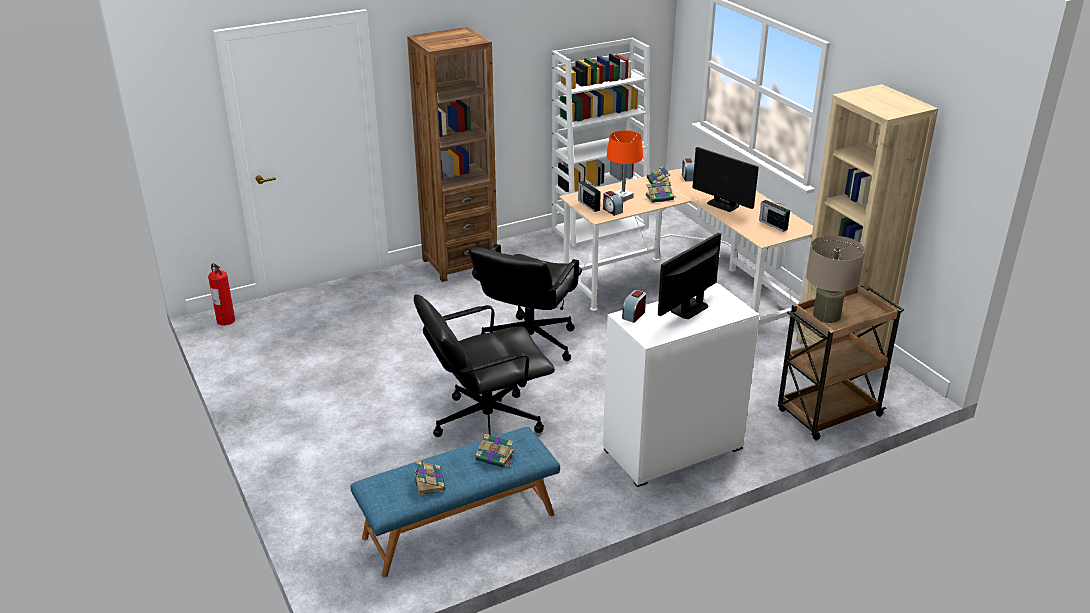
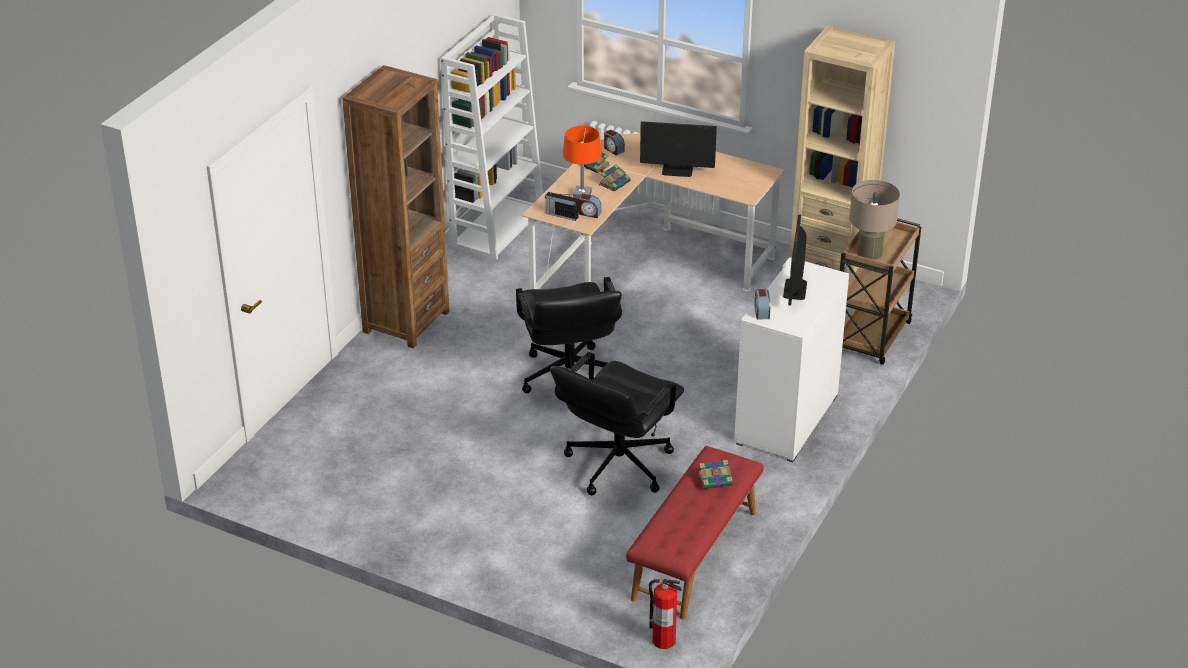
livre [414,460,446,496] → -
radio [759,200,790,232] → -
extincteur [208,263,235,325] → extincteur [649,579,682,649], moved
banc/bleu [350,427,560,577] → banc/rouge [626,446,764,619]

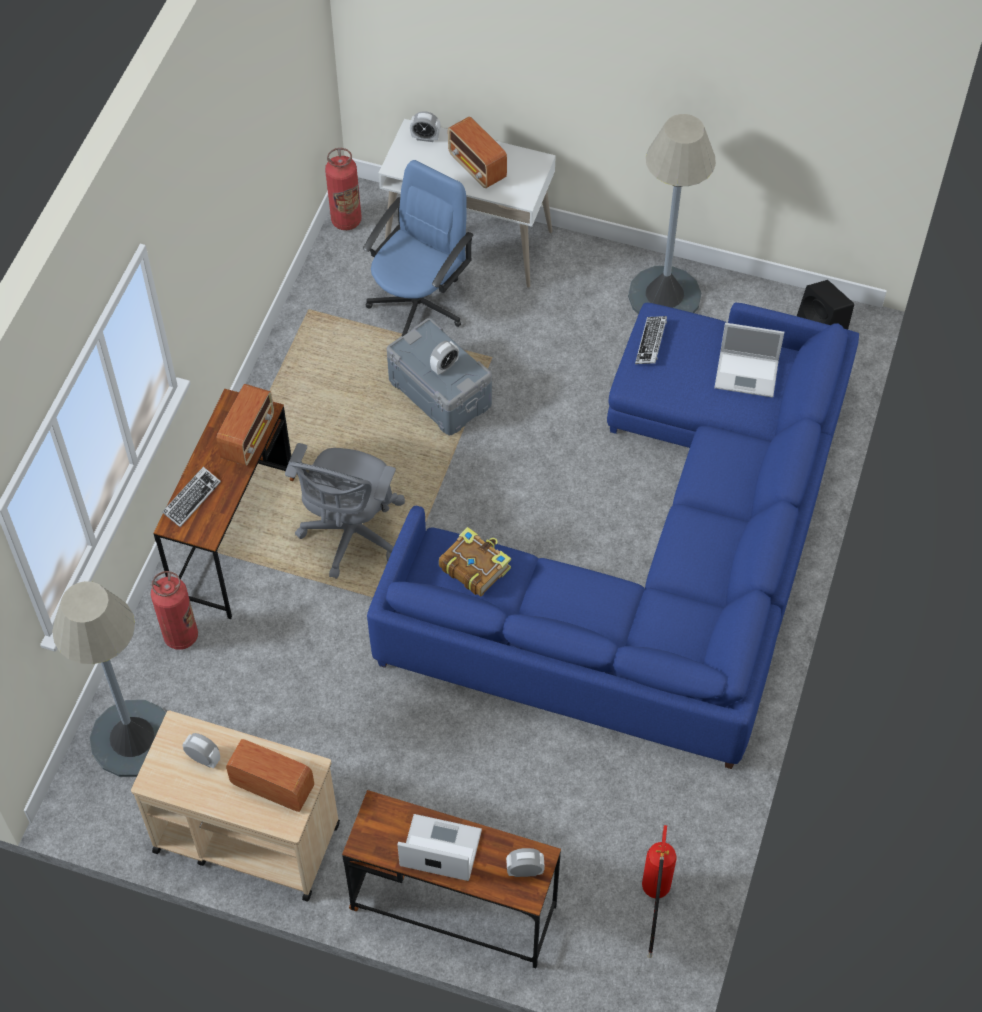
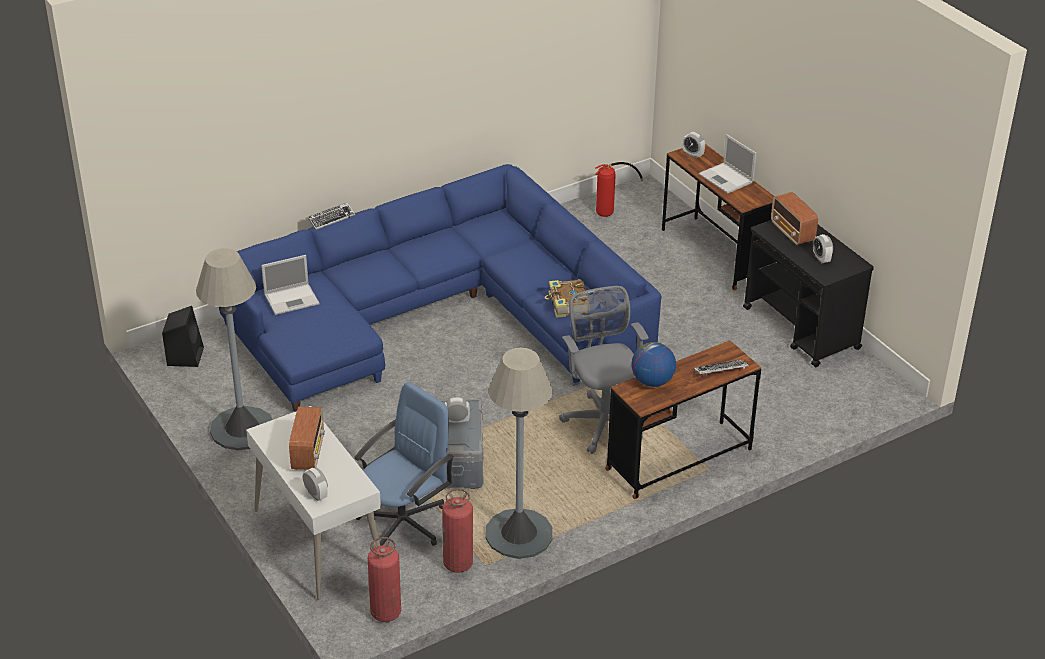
lampadaire/gris [52,581,166,777] → lampadaire/gris [485,348,553,559], moved
extincteur [151,571,198,650] → extincteur [442,489,473,573], moved
clavier [635,316,667,364] → clavier [308,203,355,230], moved
radio [216,384,274,466] → globe [631,342,676,387]
chariot/beige [131,710,340,902] → chariot/noir [743,220,874,367]
chaise de bureau/gris [285,443,405,579] → chaise de bureau/gris [559,286,649,454], 75 degrees counterclockwise
chaise de bureau/bleu [363,160,474,337] → chaise de bureau/bleu [354,382,454,546], 150 degrees clockwise
ordinateur portable [714,323,784,397] → ordinateur portable [261,255,320,315], 105 degrees clockwise

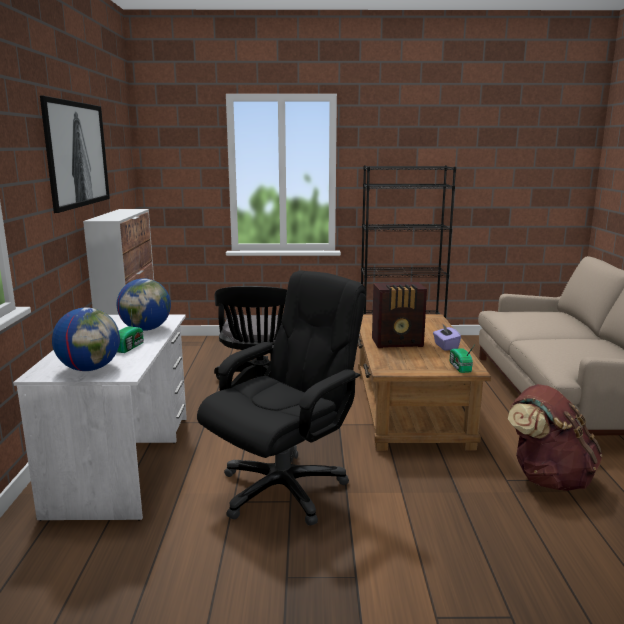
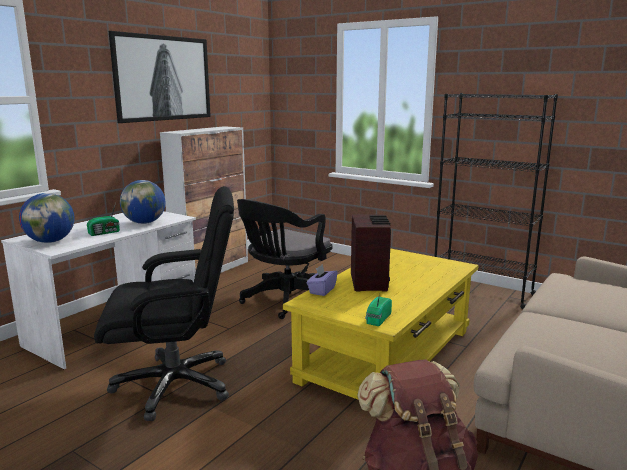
boîte à mouchoirs/violet [433,325,461,351] → boîte à mouchoirs/violet [307,264,338,296], moved
table basse/marron [358,314,491,451] → table basse/jaune [283,248,479,399]
radio [372,282,427,348] → radio [351,214,391,292], 120 degrees counterclockwise

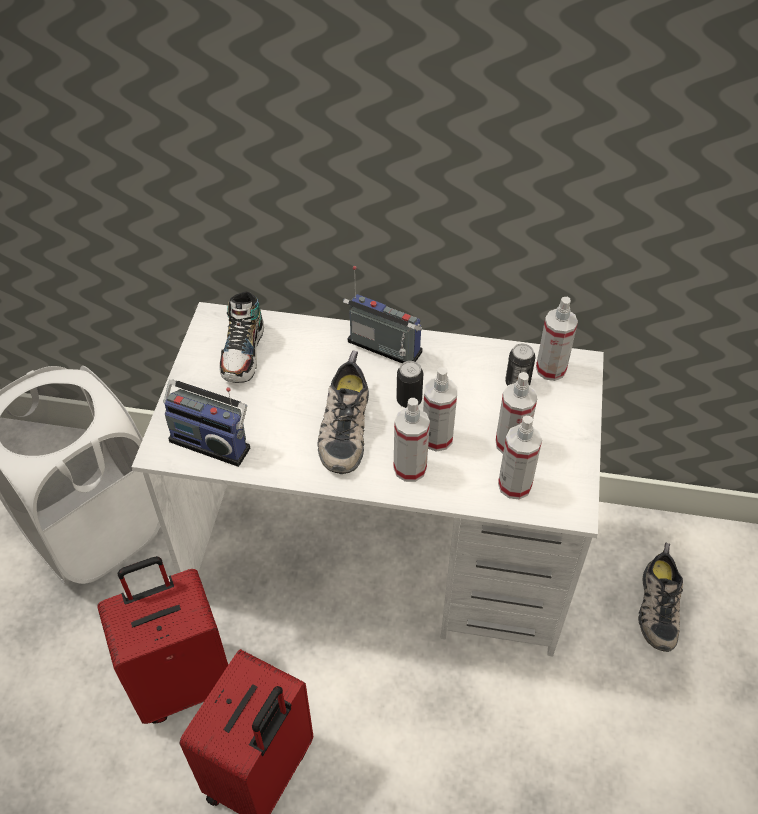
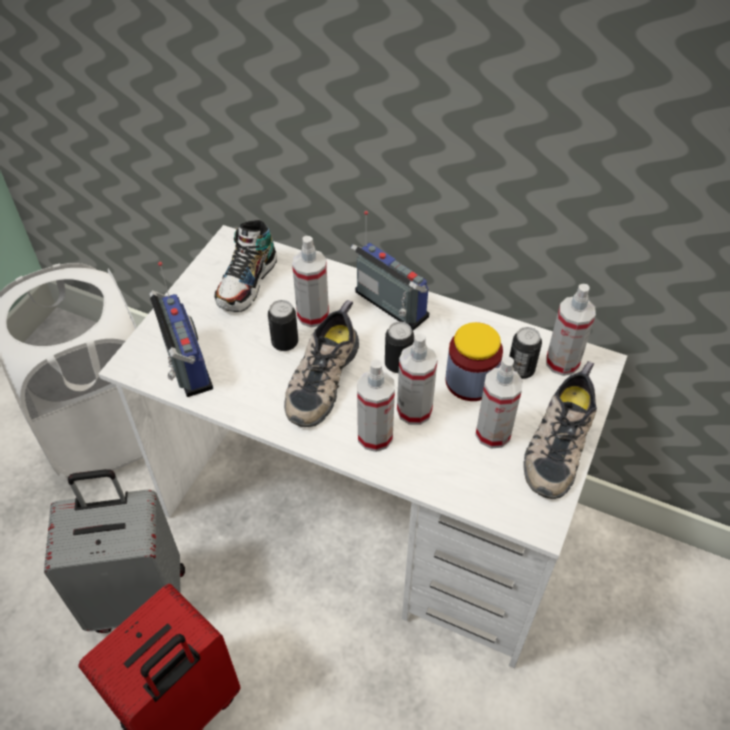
- → boîte métallique [268,300,298,351]
- → bocal [445,322,503,401]
vaporisateur [498,416,542,499] → vaporisateur [292,236,329,327], moved
chaussure [638,543,683,652] → chaussure [523,361,597,499], moved
valise/rouge [97,556,228,724] → valise/gris [44,469,185,633]
radio [163,379,250,467] → radio [149,262,213,397], 150 degrees counterclockwise

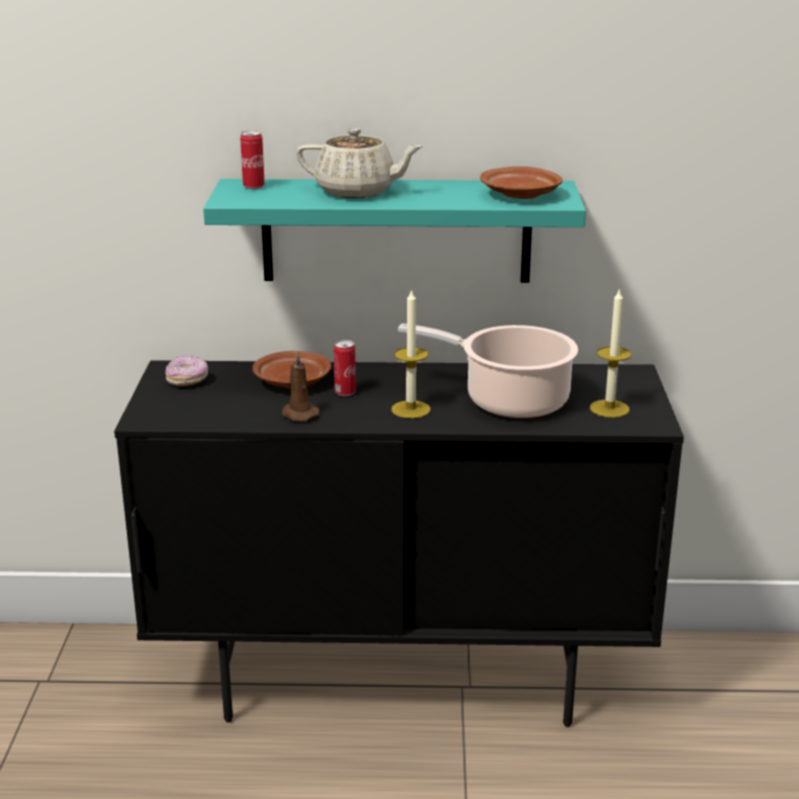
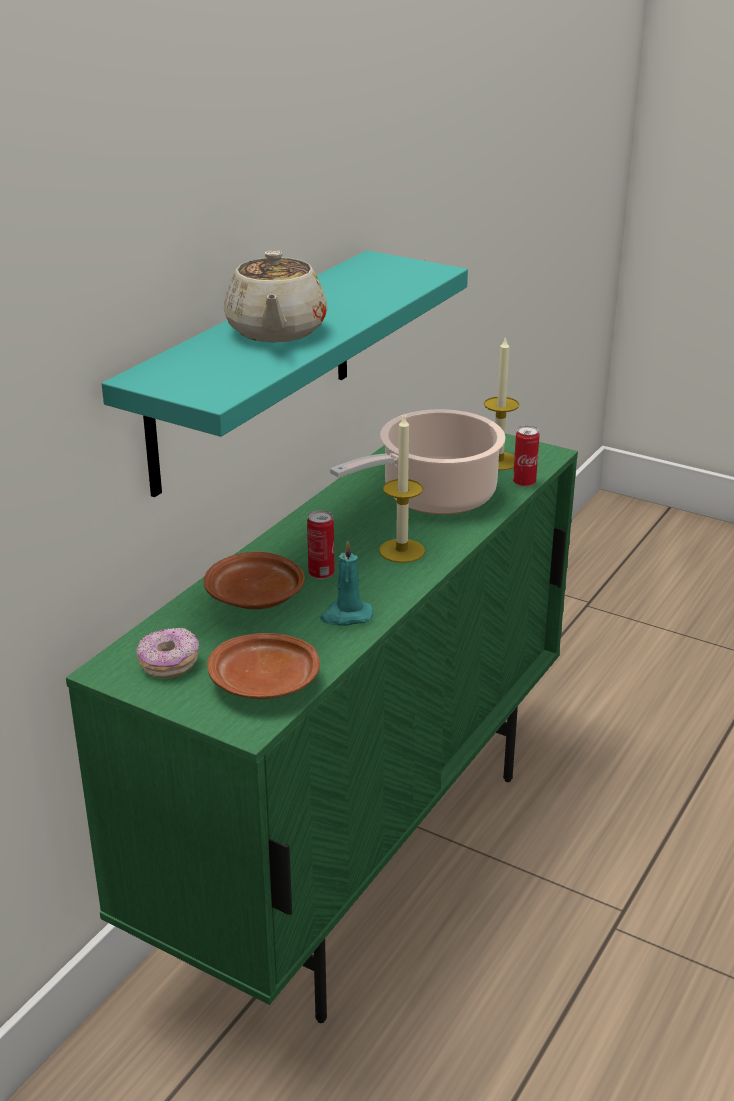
boîte métallique [240,130,265,189] → boîte métallique [513,425,540,487], moved
assiette/marron [480,166,563,199] → assiette/marron [207,633,320,699], moved
meuble de rangement/noir [114,360,684,727] → meuble de rangement/vert [66,433,578,1023]
bougie/marron [281,351,320,422] → bougie/turquoise [320,540,373,626]
théière/beige [296,128,423,198] → théière/beige [224,250,328,342], 135 degrees clockwise

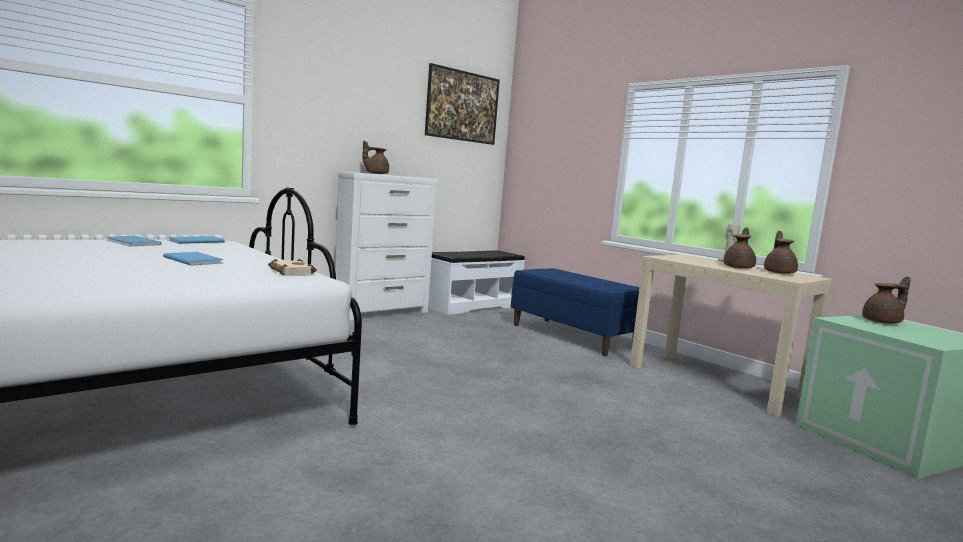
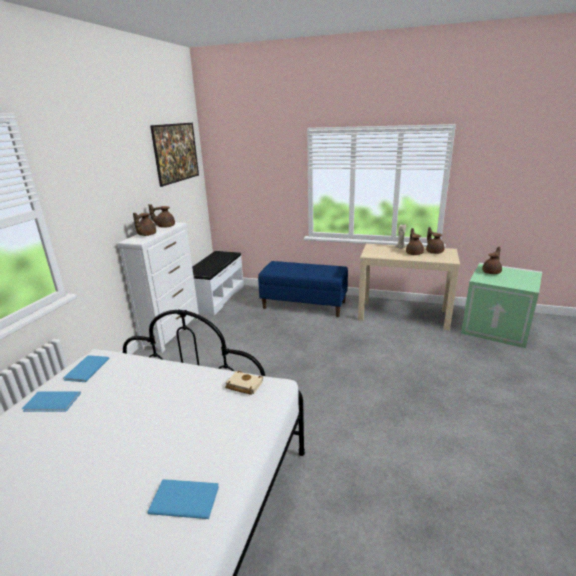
- → théière/marron [148,204,175,228]
livre/bleu [163,252,224,266] → livre/bleu [148,479,219,519], moved

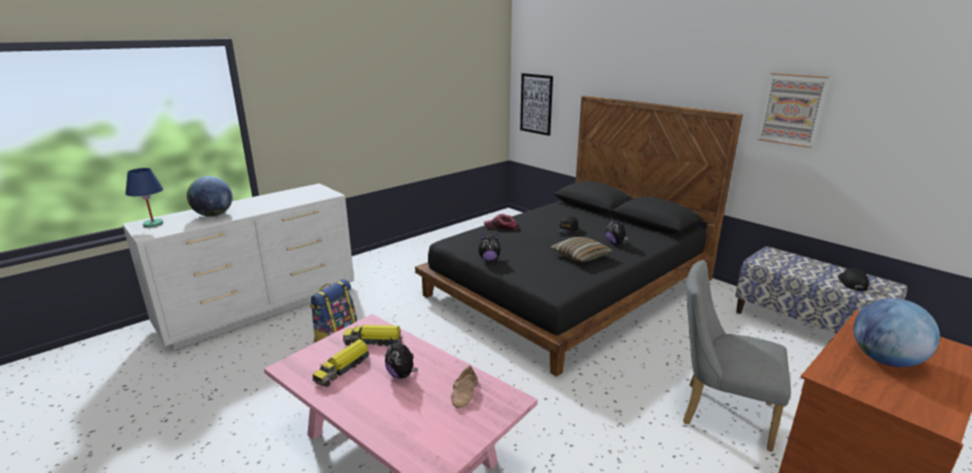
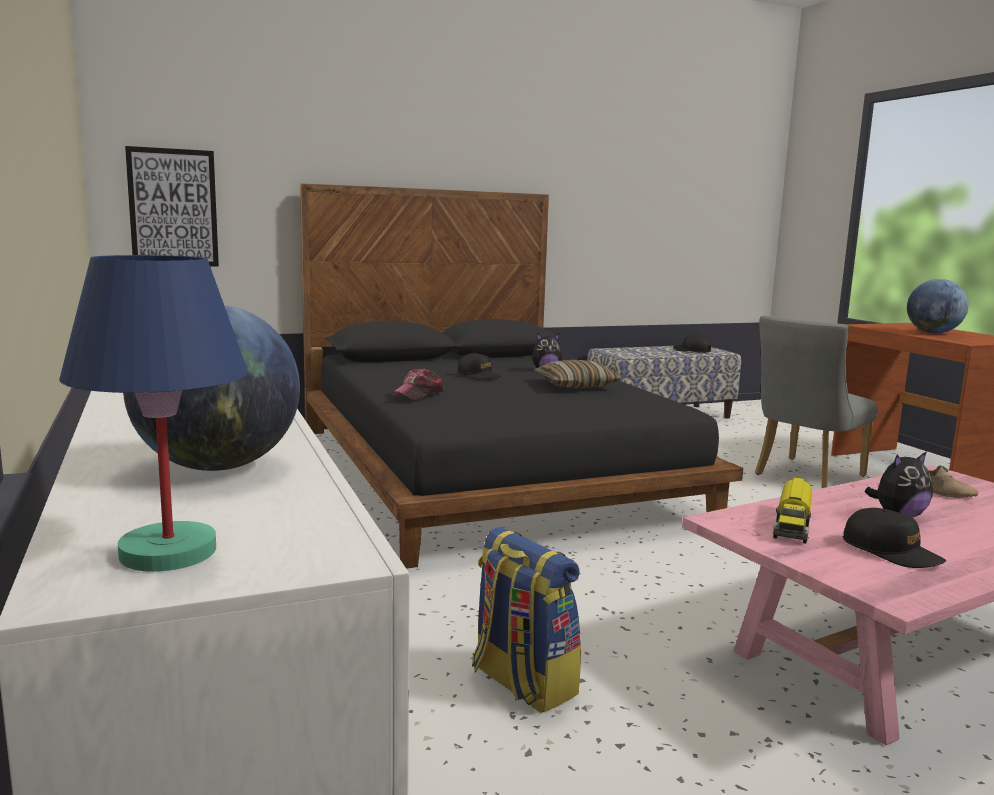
peluche [478,234,502,261] → -
tableau [758,73,829,148] → -
camion jouet [313,339,370,387] → casquette/noir [843,508,946,568]

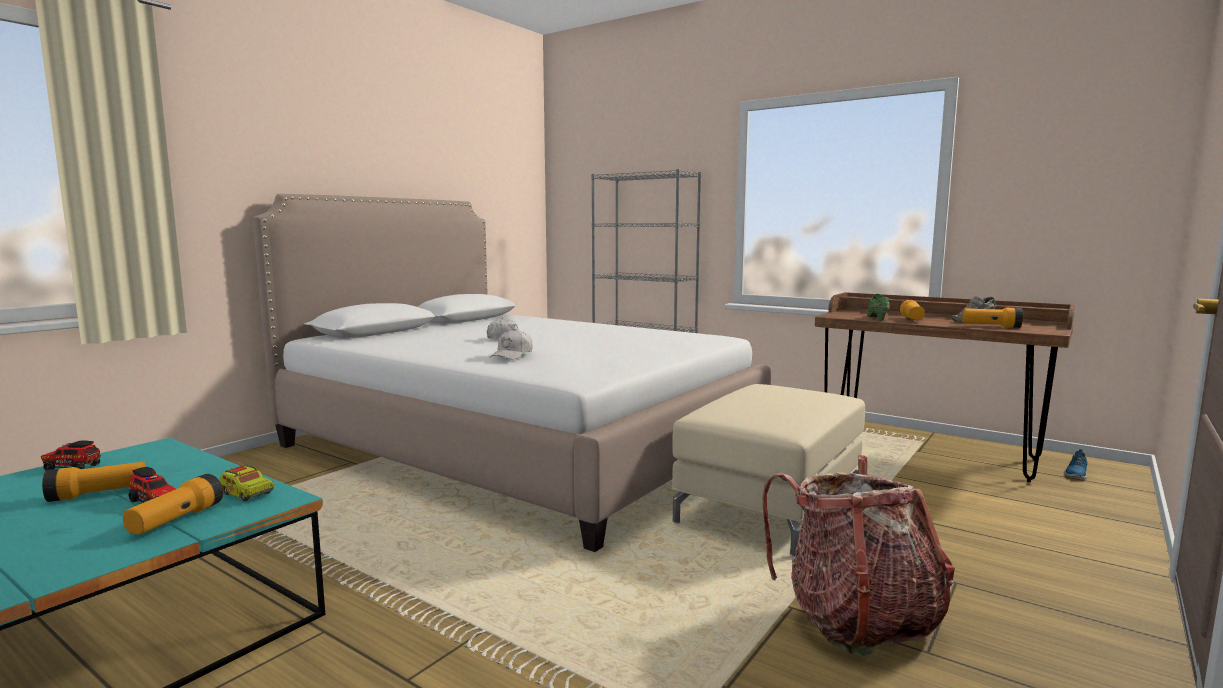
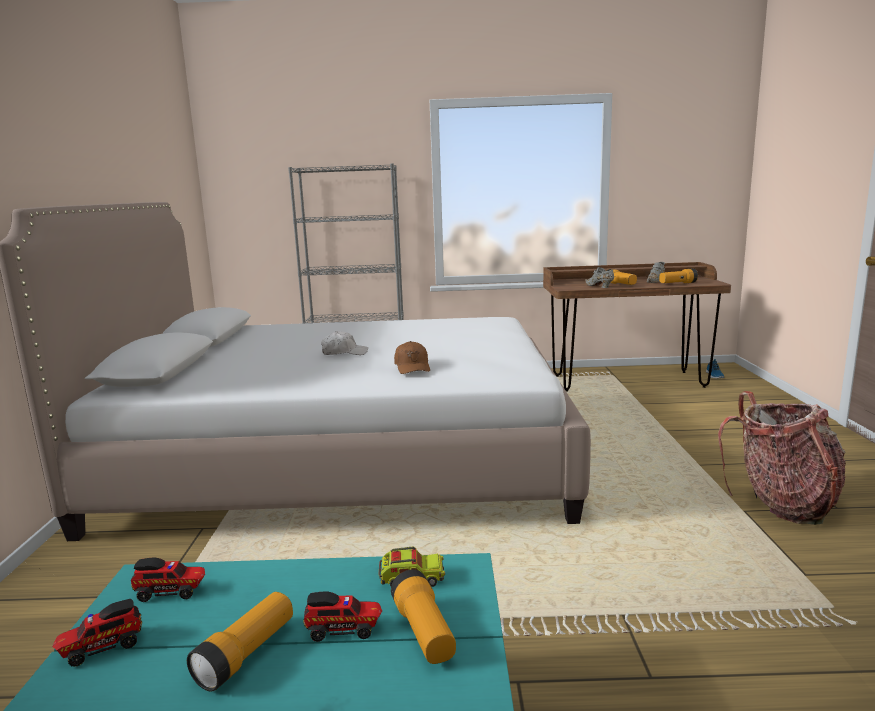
pouf/beige [672,384,865,557] → -
- → camion jouet [131,558,205,602]
casquette/blanc [490,329,533,359] → casquette/marron [394,341,430,374]
chaussure/vert [867,294,890,320] → chaussure/gris [585,267,614,288]

